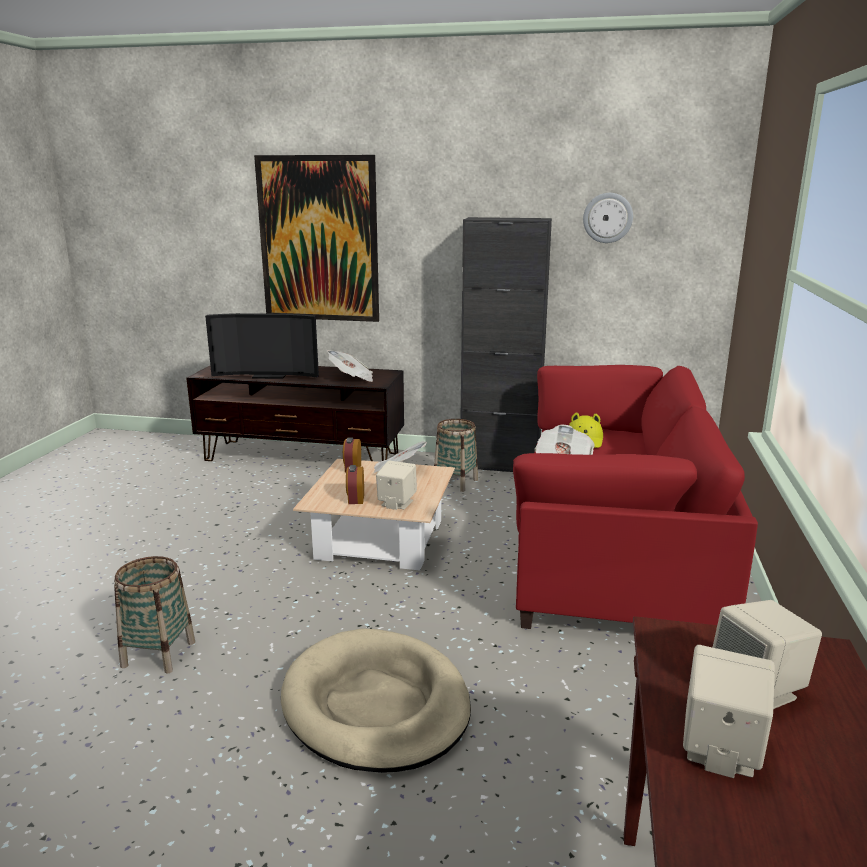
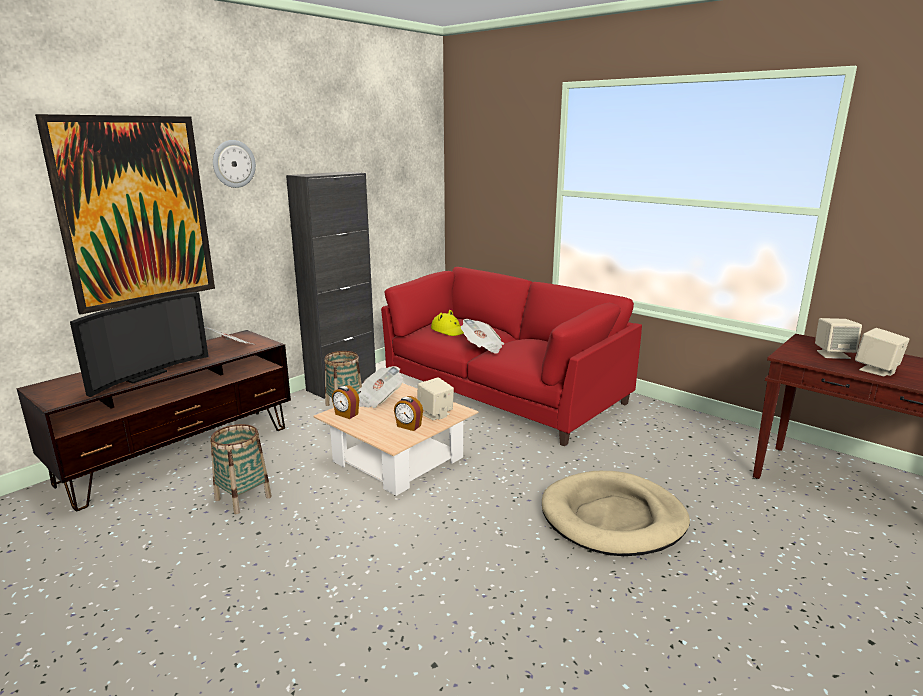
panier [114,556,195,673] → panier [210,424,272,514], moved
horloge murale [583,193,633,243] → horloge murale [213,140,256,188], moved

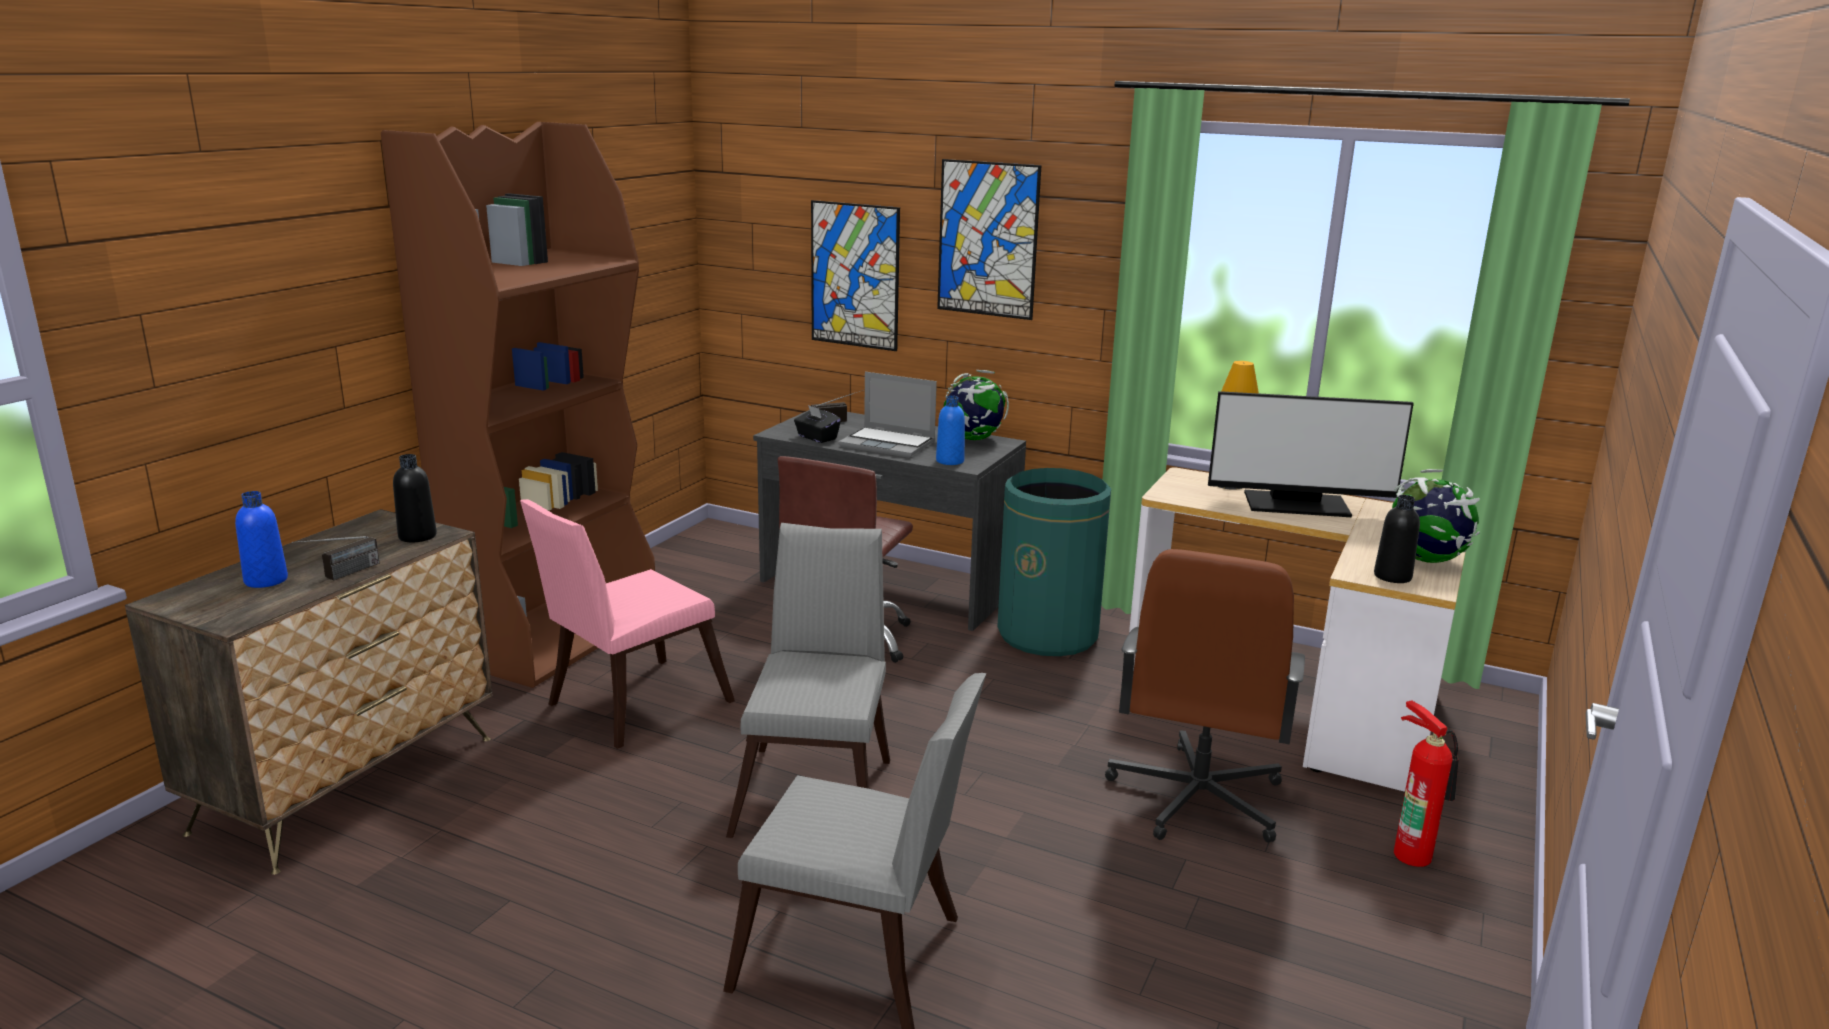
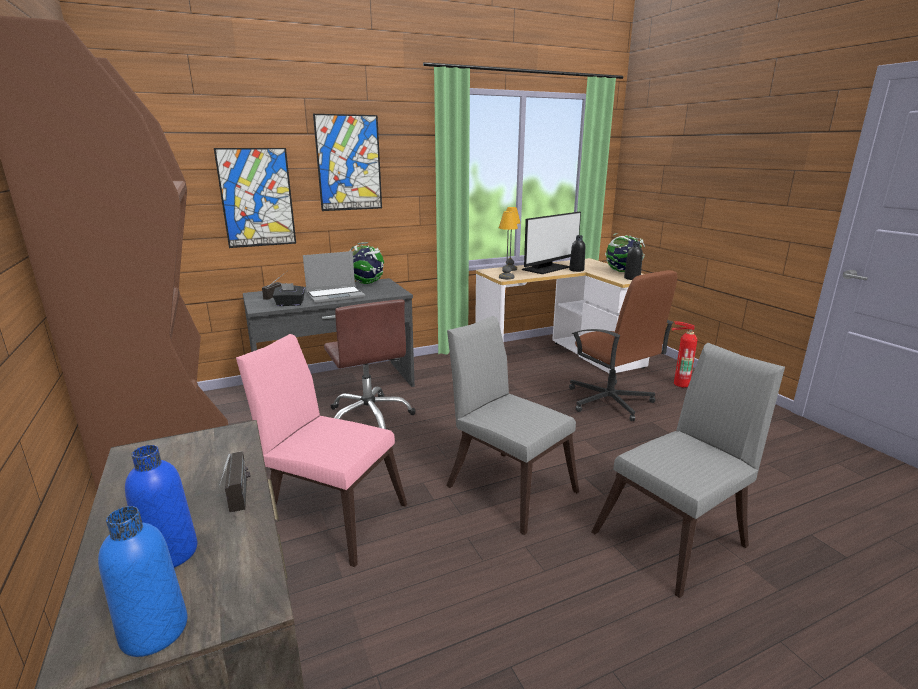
poubelle/vert [997,468,1111,656] → -
- → lampe de table [499,211,518,279]
bouteille/noir [393,454,437,542] → bouteille/noir [569,235,585,272], moved
bouteille/bleu [936,396,965,465] → bouteille/bleu [98,506,188,657], moved
chaise/rose [520,499,735,749] → chaise/rose [236,334,407,567], 120 degrees clockwise

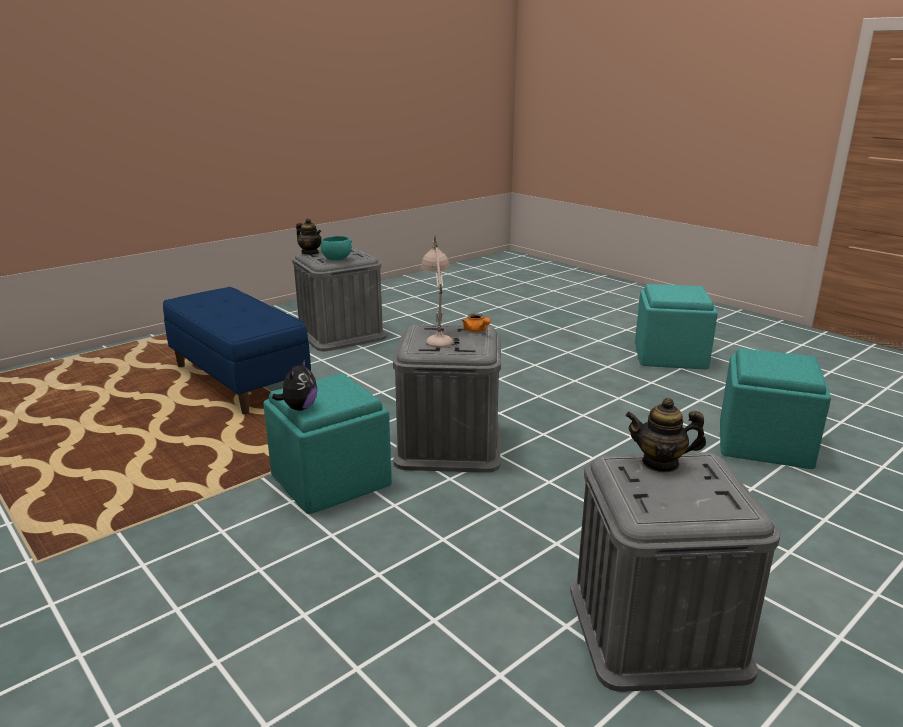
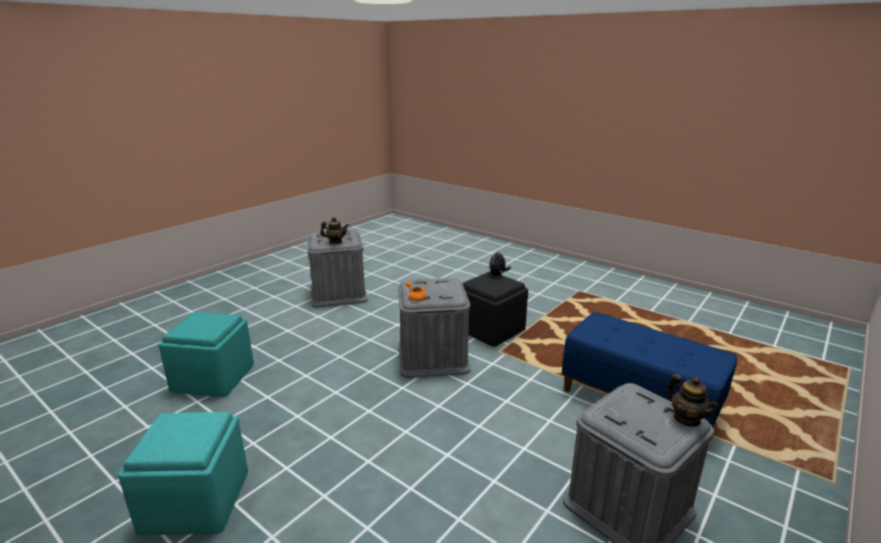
bol/turquoise [321,236,352,261] → -
lampe de table/beige [421,235,460,348] → -
pouf/turquoise [264,373,392,514] → pouf/noir [462,271,528,347]
théière [296,218,322,254] → théière [666,374,719,427], 150 degrees counterclockwise

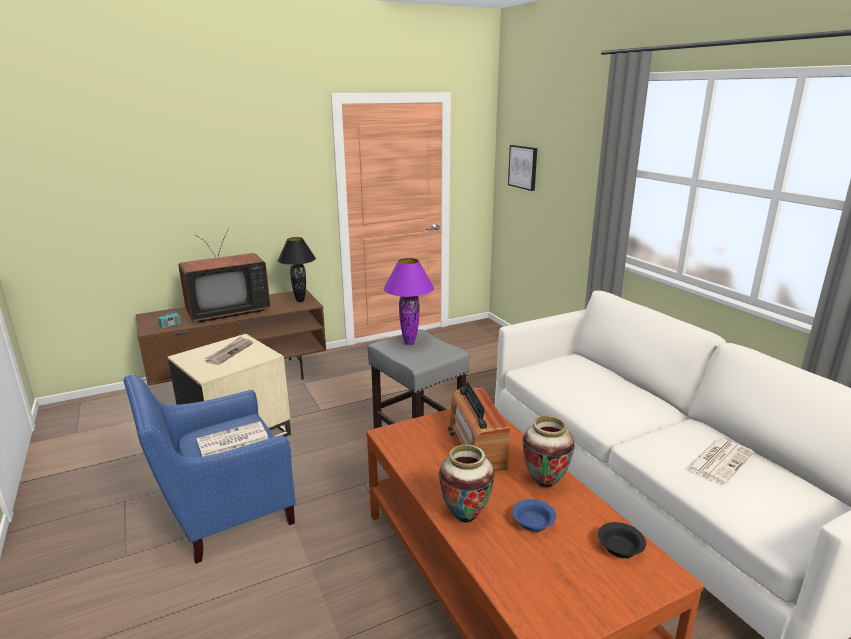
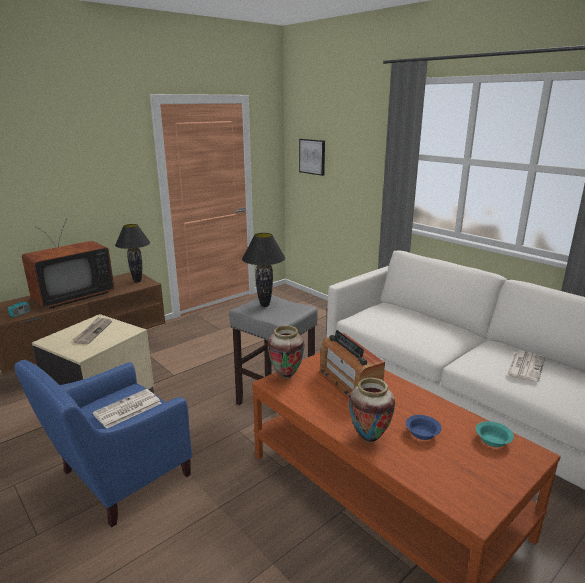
vase [523,416,575,488] → vase [267,326,305,379], moved
lampe de table/violet [383,258,434,345] → lampe de table/noir [242,233,285,307]
bol/noir [598,522,646,558] → bol/turquoise [476,421,514,447]

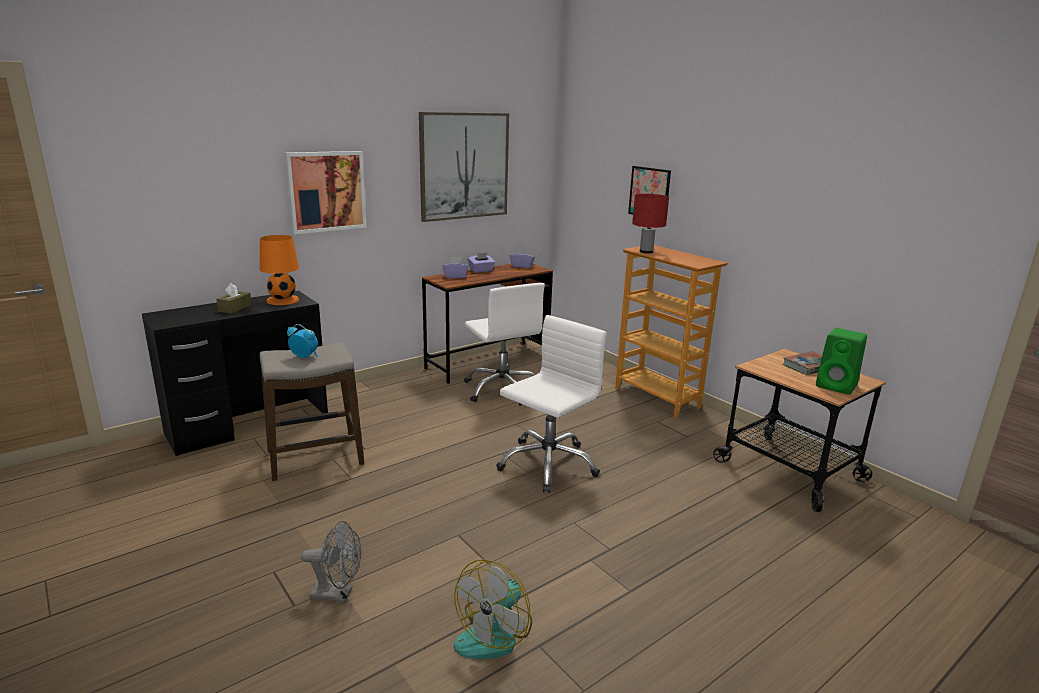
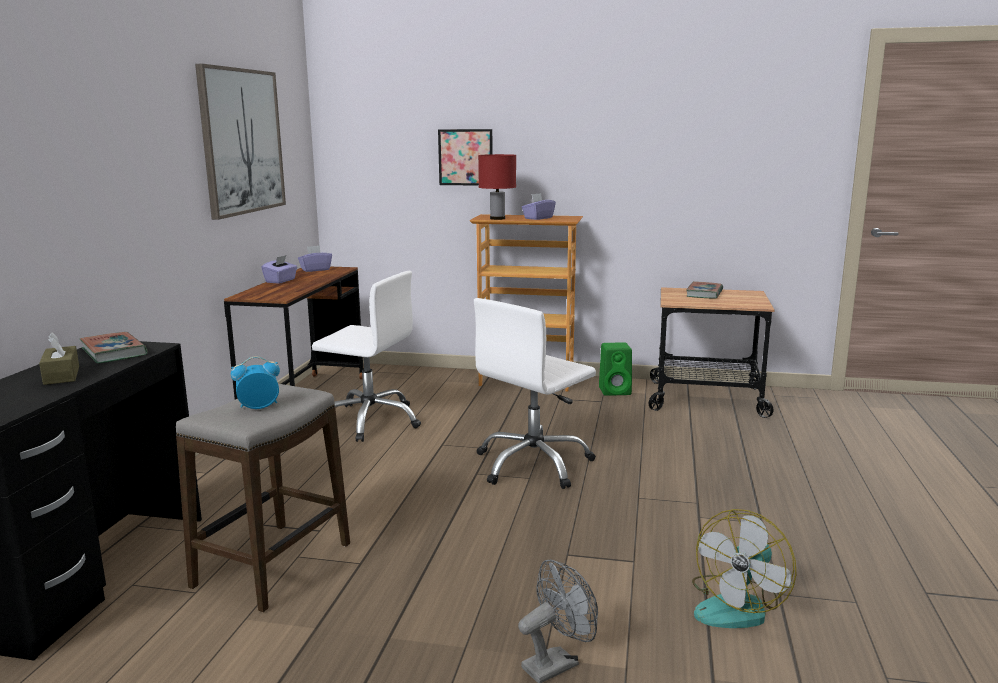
tableau [285,151,367,234] → -
boîte à mouchoirs/violet [443,257,468,278] → boîte à mouchoirs/violet [522,193,556,220], moved
enceinte/vert [816,328,867,395] → enceinte/vert [599,342,632,396], moved
lampe de table/orange [260,235,299,305] → livre [80,332,148,364]
ventilateur [454,559,532,659] → ventilateur [692,509,797,628], 45 degrees clockwise
chaise de bureau/blanc [496,315,607,493] → chaise de bureau/blanc [474,298,596,489], 135 degrees counterclockwise

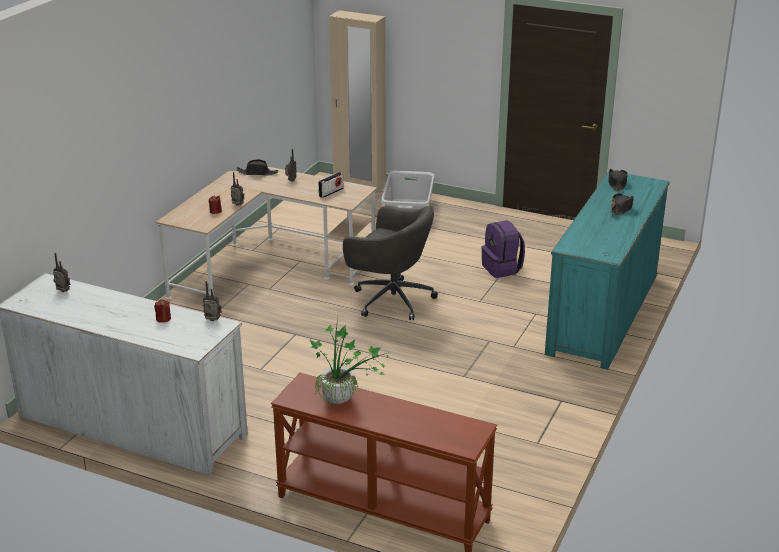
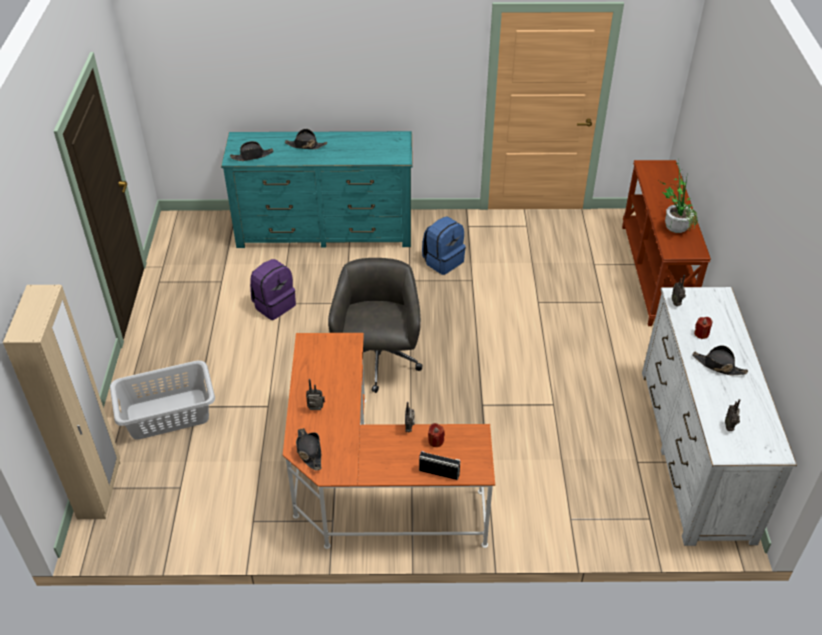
- → sac à dos/bleu [422,216,466,275]
- → chapeau/noir [692,345,748,376]
radio [318,172,343,198] → radio [419,451,460,480], moved
bureau/beige [156,167,377,300] → bureau/orange [283,333,495,549]

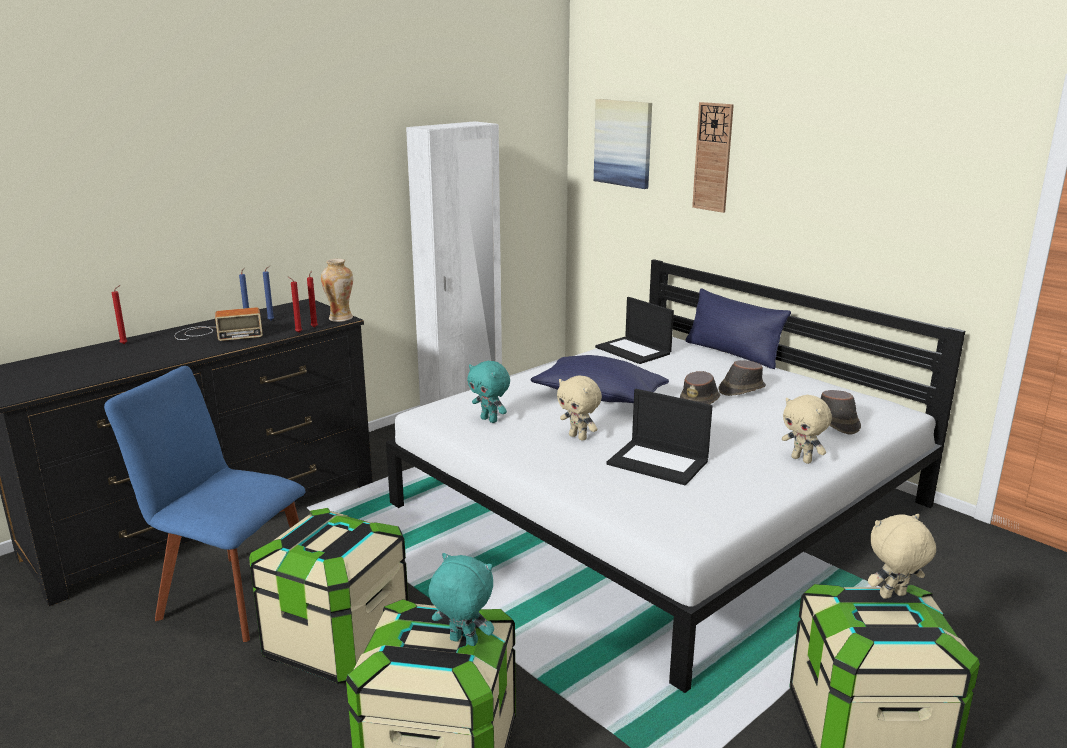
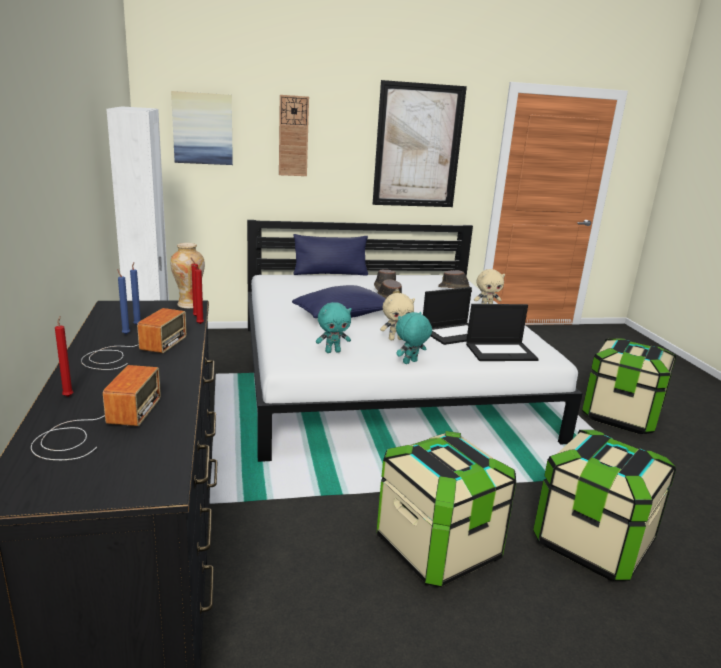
chaise/bleu [104,366,306,642] → -
peluche/beige [868,514,936,599] → -
- → radio [31,365,161,460]
- → tableau [372,80,467,207]
peluche/turquoise [429,553,494,646] → peluche/turquoise [396,312,432,364], moved
ordinateur portable [595,297,674,364] → ordinateur portable [466,304,539,361], moved

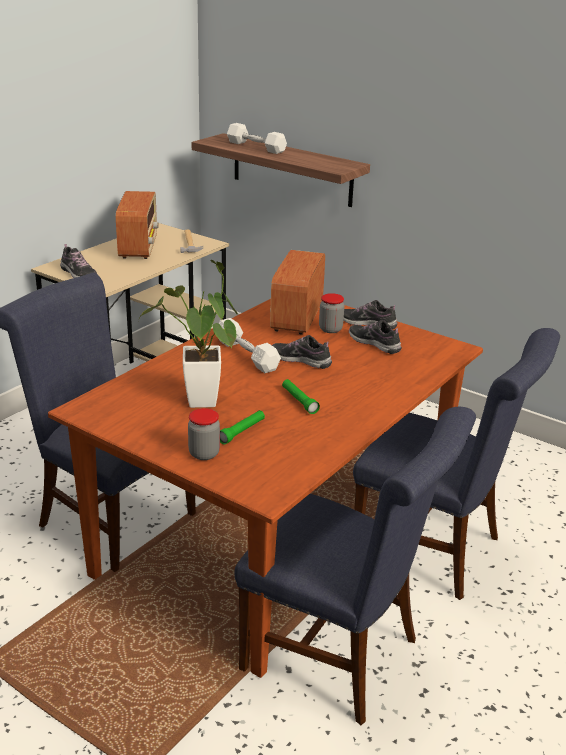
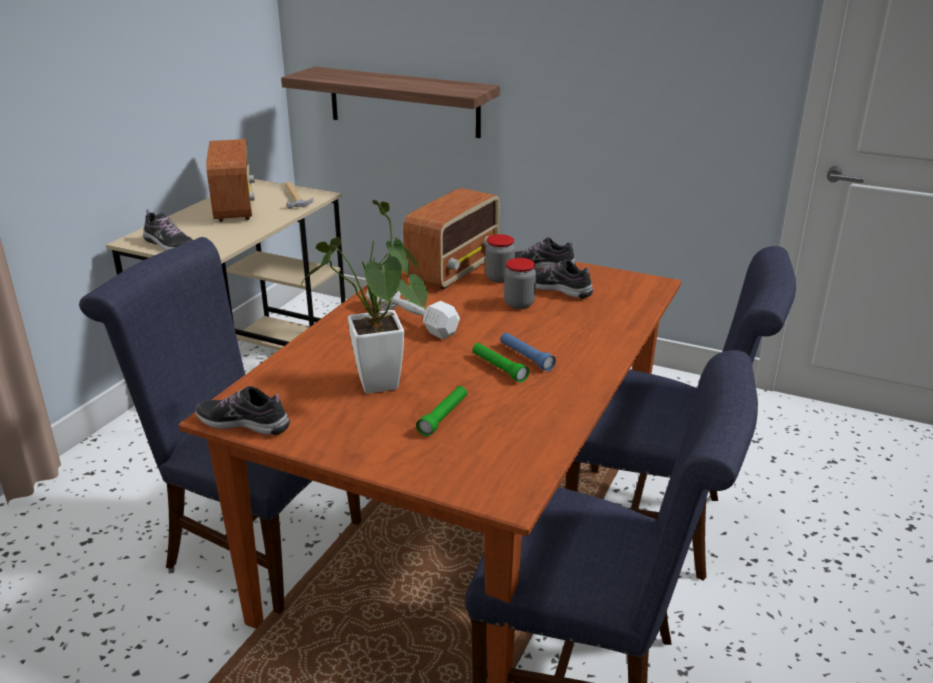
haltère/blanc [227,123,287,154] → -
- → lampe de poche/bleu [500,332,556,371]
bocal [188,408,220,460] → bocal [504,258,536,309], moved
chaussure [272,335,332,369] → chaussure [196,386,290,435], moved
radio [270,250,325,335] → radio [403,188,500,289], 150 degrees counterclockwise

